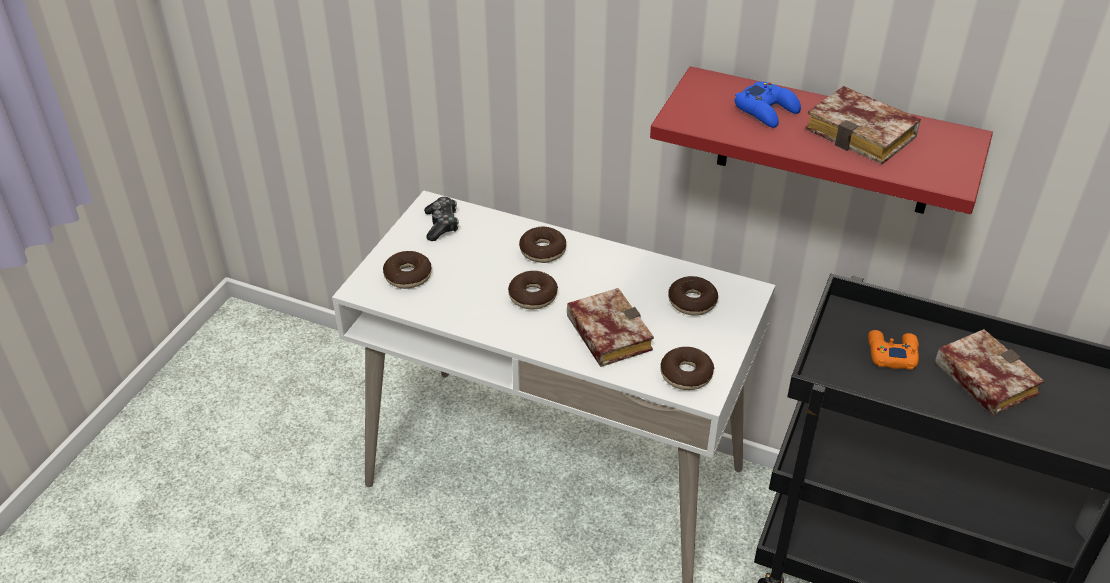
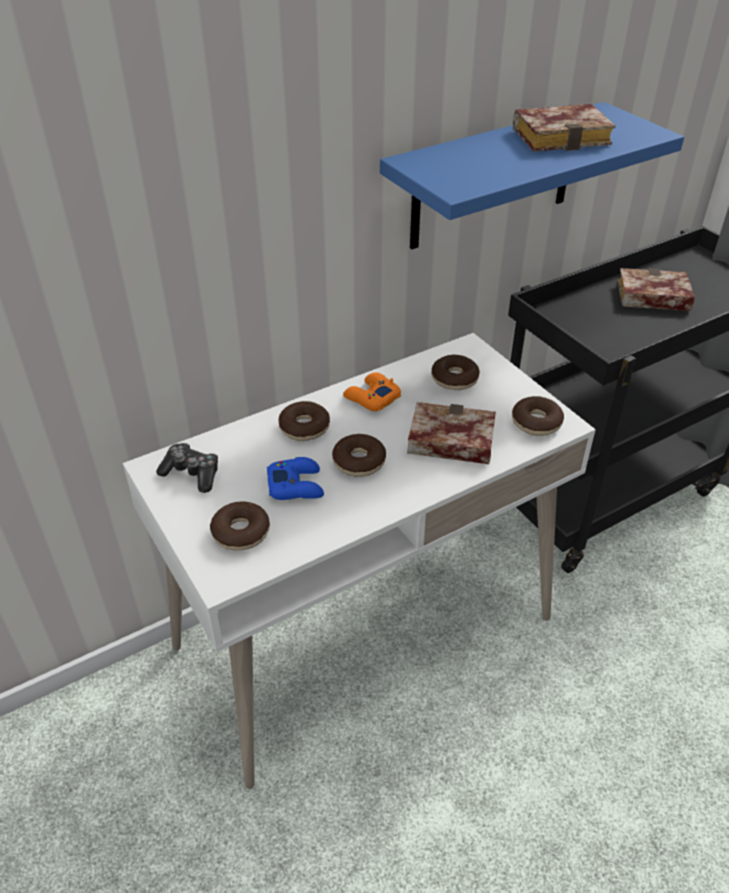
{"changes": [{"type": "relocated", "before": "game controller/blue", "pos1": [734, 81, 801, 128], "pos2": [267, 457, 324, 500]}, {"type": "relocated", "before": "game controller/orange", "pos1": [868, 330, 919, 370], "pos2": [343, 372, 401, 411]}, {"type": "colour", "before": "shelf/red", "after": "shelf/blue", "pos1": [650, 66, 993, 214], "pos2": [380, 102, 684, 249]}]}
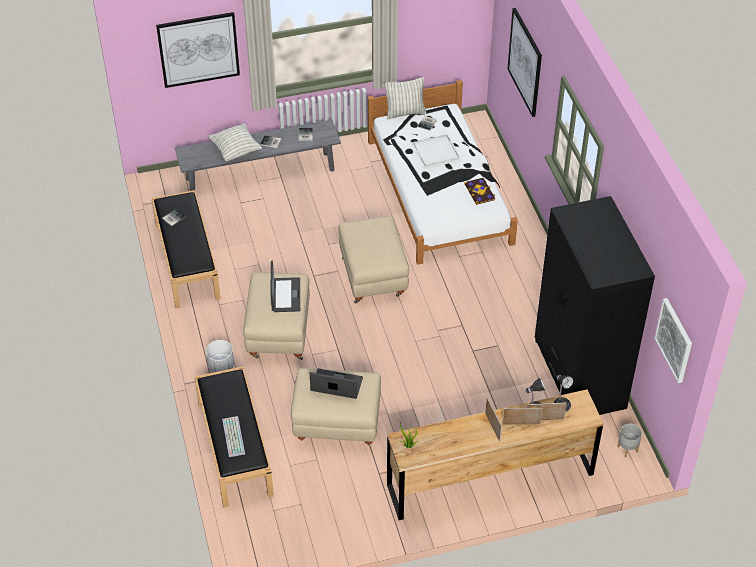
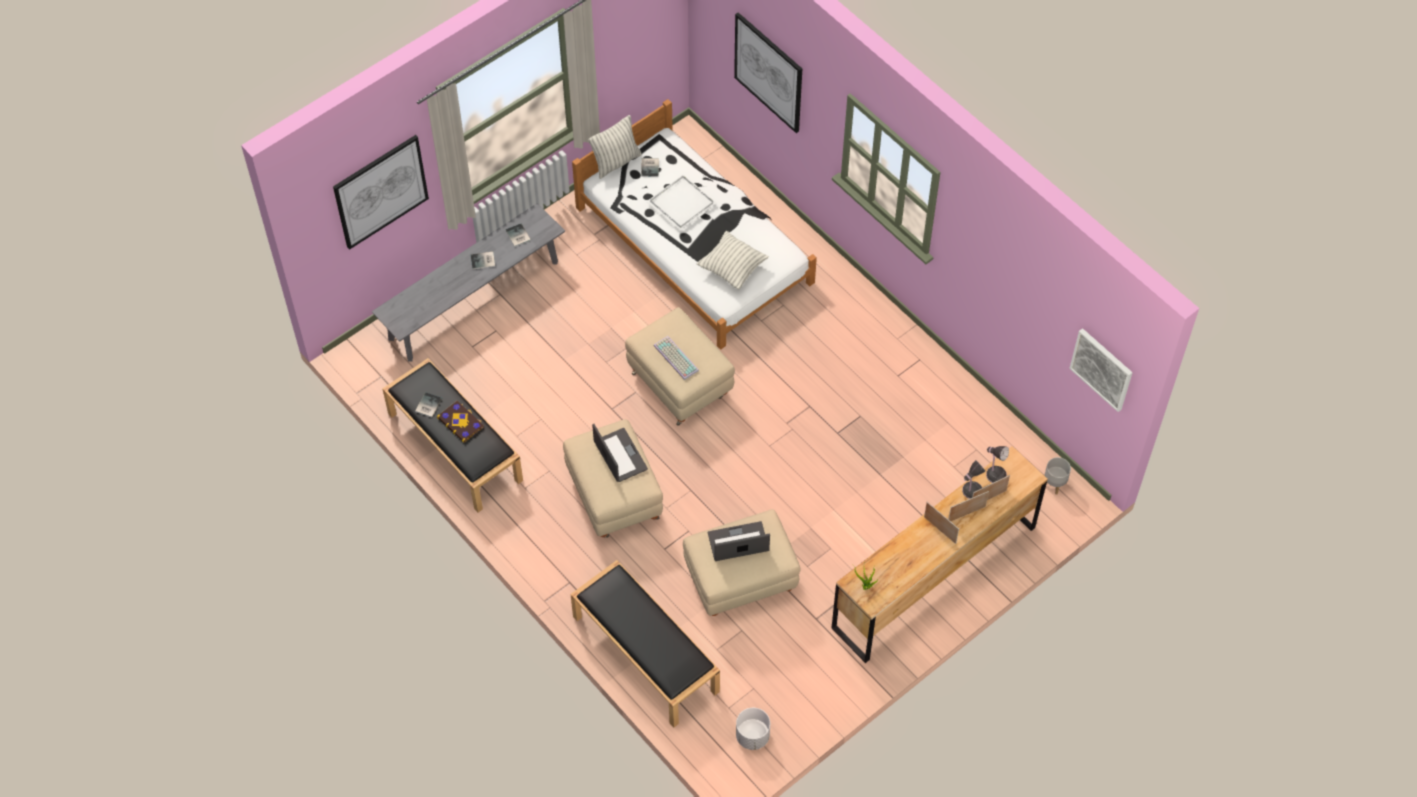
{"changes": [{"type": "relocated", "before": "book", "pos1": [464, 178, 495, 205], "pos2": [437, 401, 484, 443]}, {"type": "relocated", "before": "keyboard", "pos1": [222, 416, 245, 457], "pos2": [654, 336, 699, 380]}, {"type": "relocated", "before": "pillow", "pos1": [209, 123, 262, 161], "pos2": [697, 231, 769, 290]}, {"type": "relocated", "before": "planter/white", "pos1": [206, 340, 234, 372], "pos2": [736, 708, 770, 750]}, {"type": "missing", "before": "wardrobe/black", "pos1": [535, 196, 655, 415]}]}
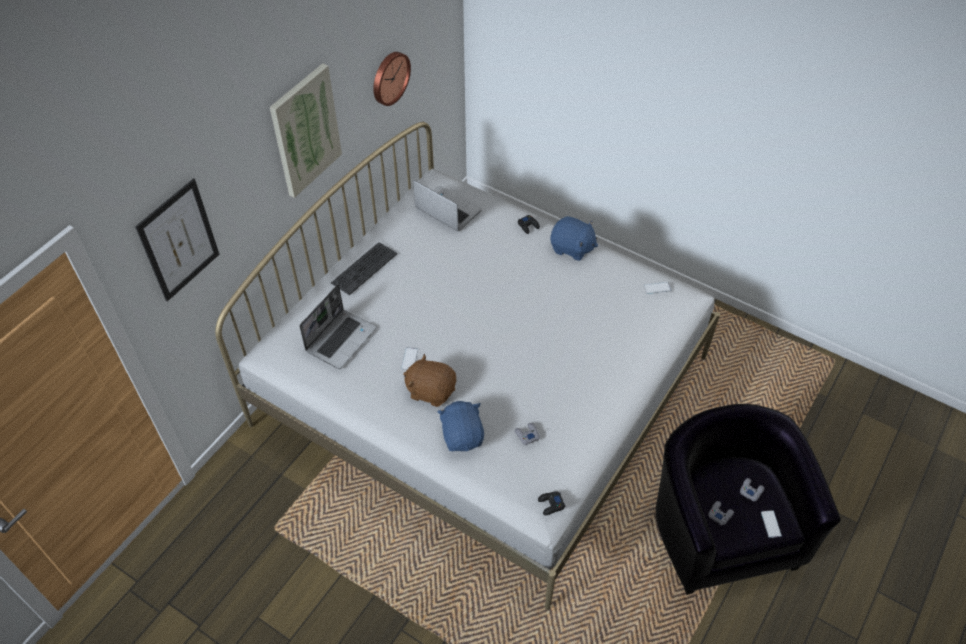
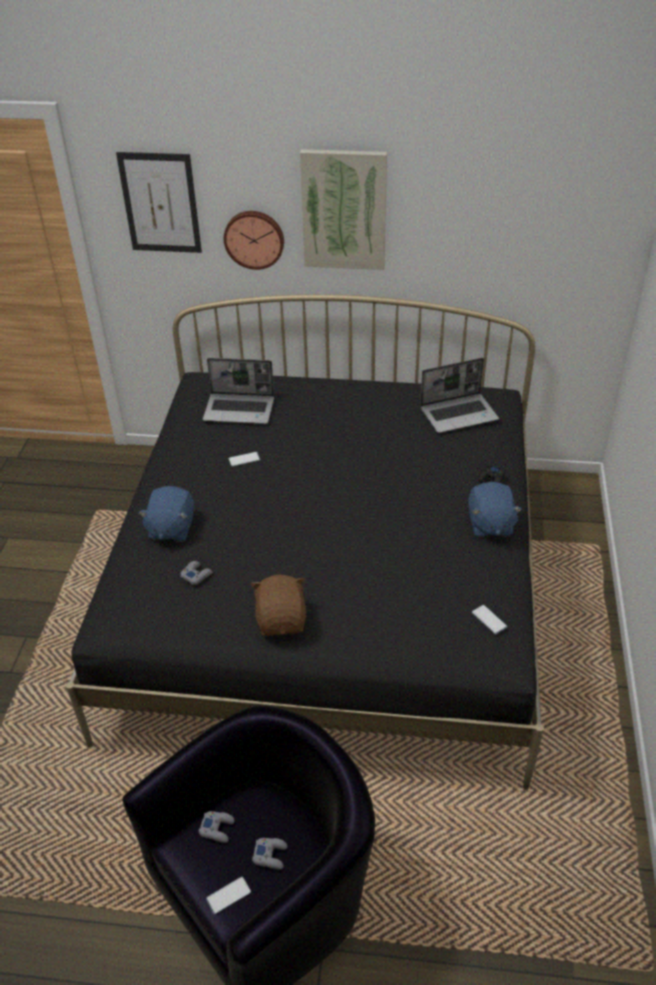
{"changes": [{"type": "colour", "before": "bed/white", "after": "bed/black", "pos1": [215, 122, 720, 610], "pos2": [66, 294, 544, 790]}, {"type": "spun", "before": "plush toy/blue", "pos1": [437, 401, 484, 451], "pos2": [138, 486, 194, 542], "turn": 135}, {"type": "relocated", "before": "wall clock", "pos1": [373, 52, 411, 106], "pos2": [224, 211, 284, 270]}, {"type": "relocated", "before": "plush toy/brown", "pos1": [403, 354, 456, 407], "pos2": [251, 575, 306, 636]}, {"type": "spun", "before": "laptop", "pos1": [413, 180, 481, 231], "pos2": [420, 358, 499, 433], "turn": 60}, {"type": "missing", "before": "keyboard", "pos1": [331, 242, 398, 295]}, {"type": "missing", "before": "game controller/black", "pos1": [538, 491, 565, 515]}]}
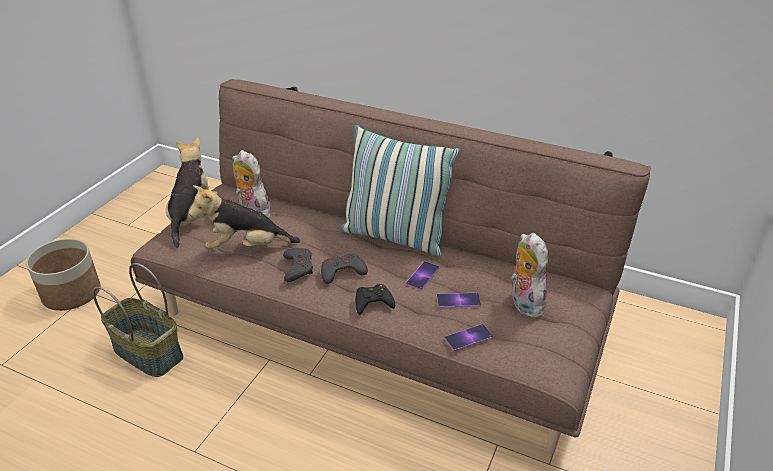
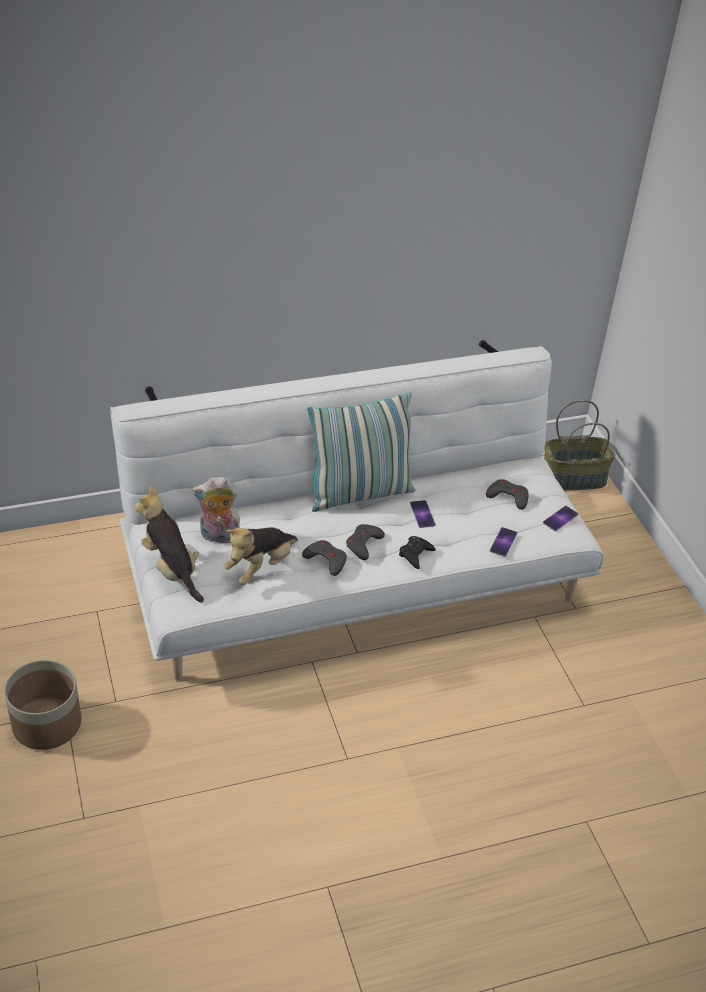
{"changes": [{"type": "colour", "before": "sofa/brown", "after": "sofa/white", "pos1": [131, 79, 651, 454], "pos2": [110, 340, 604, 681]}, {"type": "exchanged", "before": "plush toy", "after": "game controller/grey", "pos1": [511, 233, 548, 318], "pos2": [486, 479, 529, 510]}, {"type": "relocated", "before": "phone", "pos1": [437, 293, 481, 308], "pos2": [543, 506, 578, 531]}, {"type": "relocated", "before": "basket", "pos1": [93, 263, 183, 377], "pos2": [544, 400, 615, 491]}]}
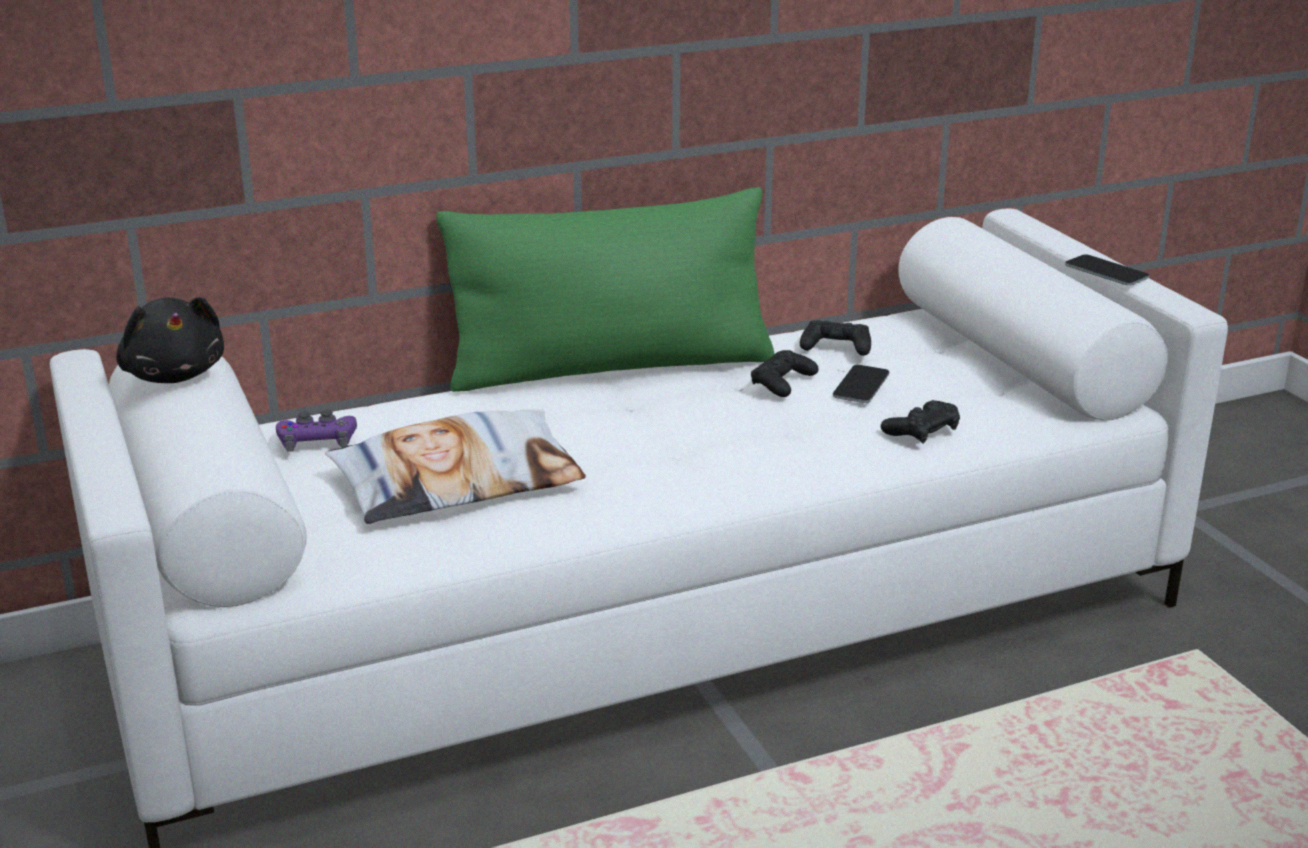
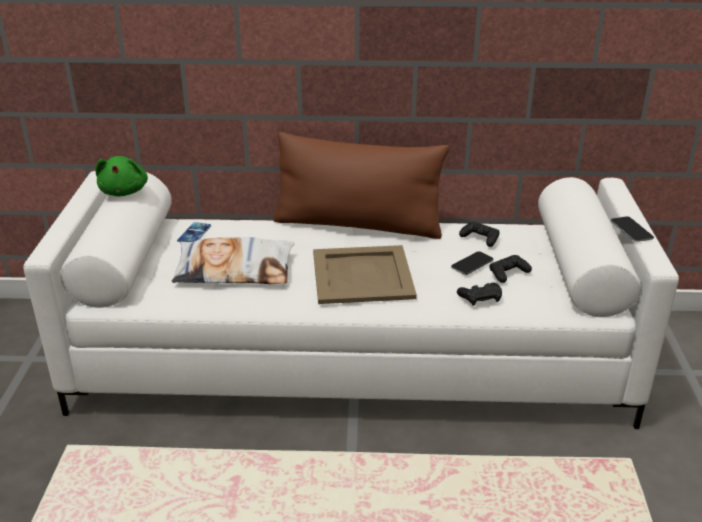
{"changes": [{"type": "colour", "before": "plush toy/black", "after": "plush toy/green", "pos1": [116, 297, 224, 383], "pos2": [96, 156, 148, 196]}, {"type": "exchanged", "before": "game controller/purple", "after": "phone", "pos1": [276, 410, 357, 452], "pos2": [177, 222, 211, 242]}, {"type": "colour", "before": "pillow/green", "after": "pillow/brown", "pos1": [436, 187, 775, 392], "pos2": [273, 132, 449, 239]}, {"type": "appeared", "after": "tray/beige", "pos2": [313, 245, 417, 304]}, {"type": "relocated", "before": "game controller/black", "pos1": [751, 350, 819, 397], "pos2": [489, 255, 532, 283]}]}
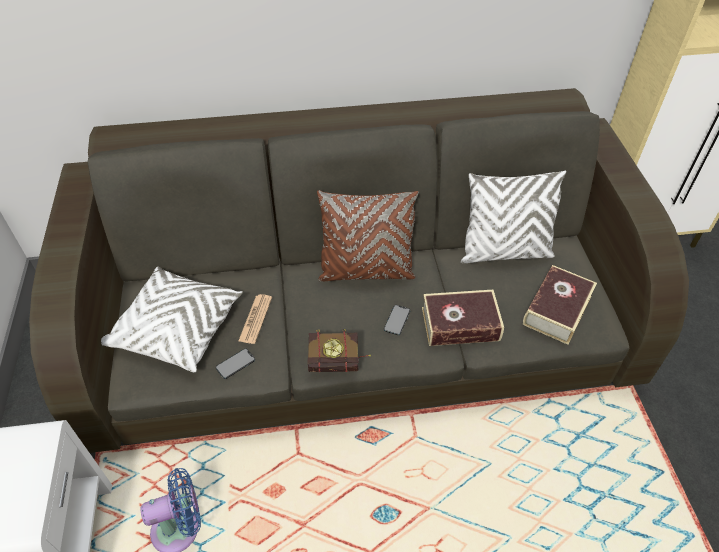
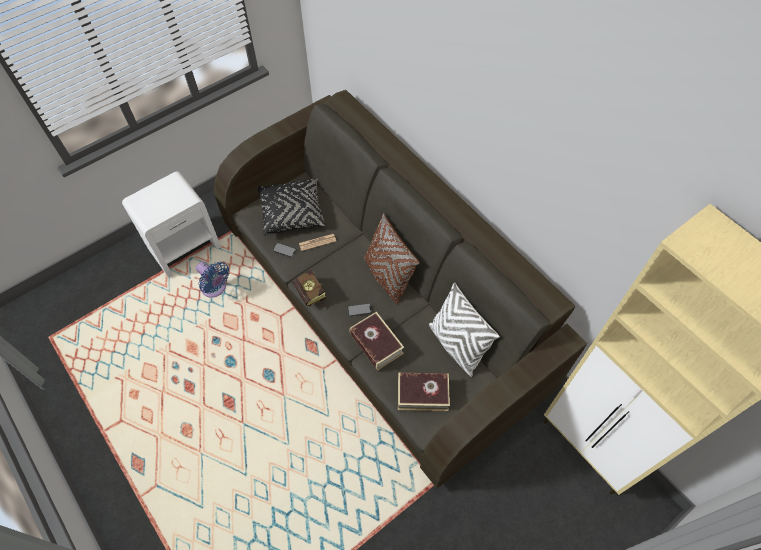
{"changes": [{"type": "colour", "before": "pillow/white", "after": "pillow/black", "pos1": [101, 267, 243, 372], "pos2": [257, 178, 325, 236]}]}
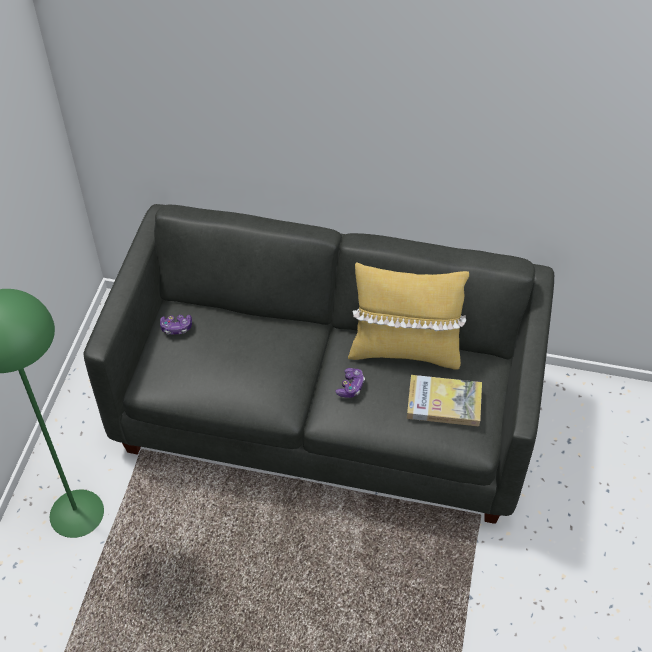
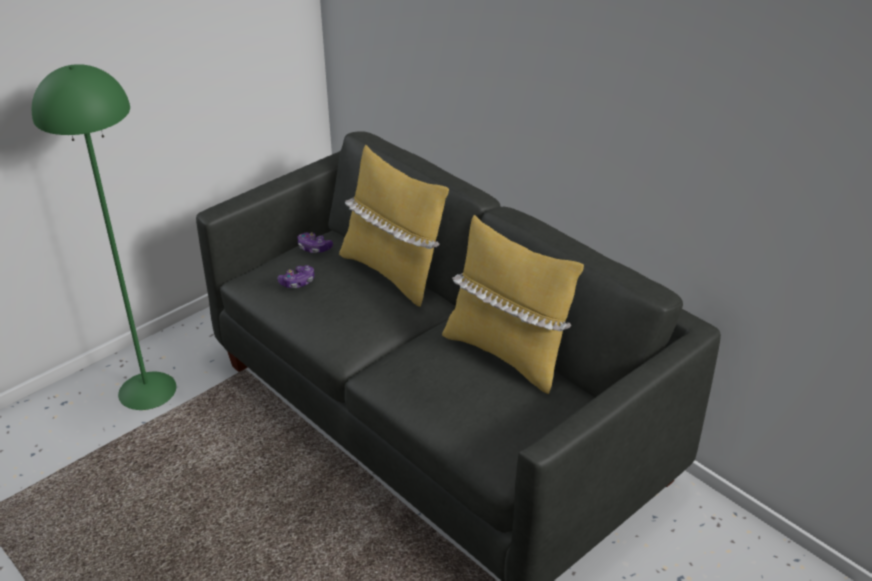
{"changes": [{"type": "relocated", "before": "game controller", "pos1": [335, 368, 365, 398], "pos2": [277, 265, 314, 288]}, {"type": "appeared", "after": "pillow/yellow", "pos2": [339, 145, 449, 307]}, {"type": "missing", "before": "book", "pos1": [407, 375, 482, 426]}]}
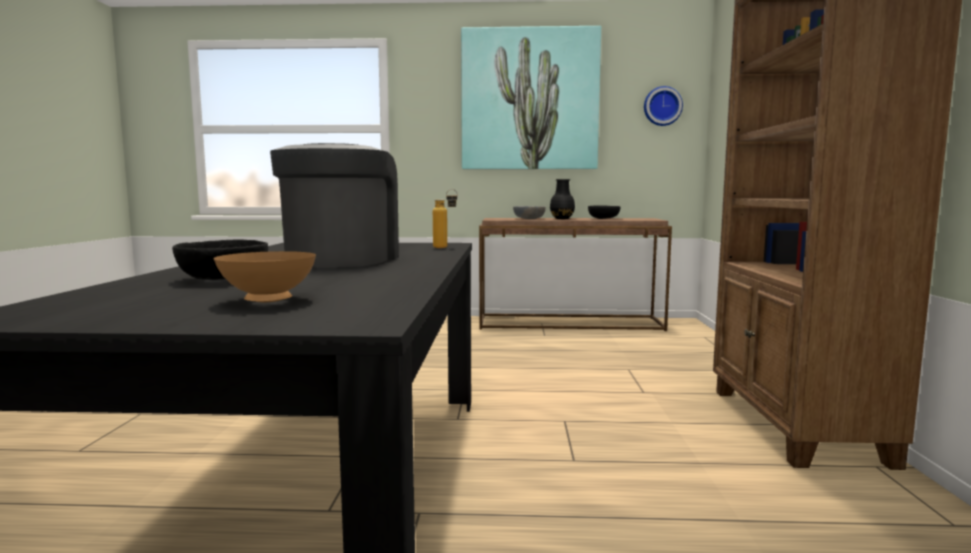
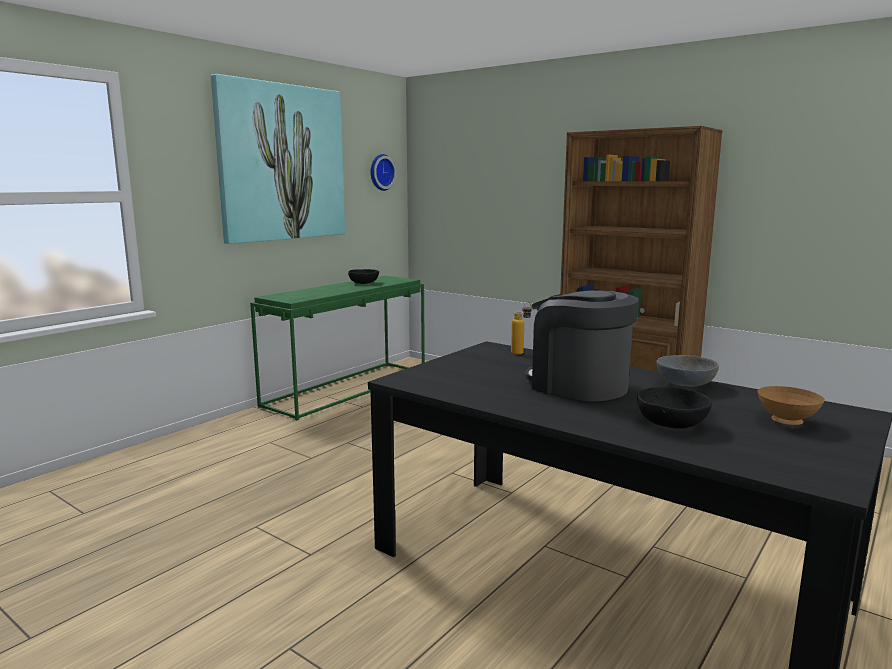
{"changes": [{"type": "colour", "before": "console table/brown", "after": "console table/green", "pos1": [479, 218, 672, 331], "pos2": [250, 276, 425, 420]}, {"type": "relocated", "before": "bowl/grey", "pos1": [513, 206, 546, 219], "pos2": [657, 355, 719, 387]}, {"type": "missing", "before": "vase/black", "pos1": [550, 179, 575, 219]}]}
